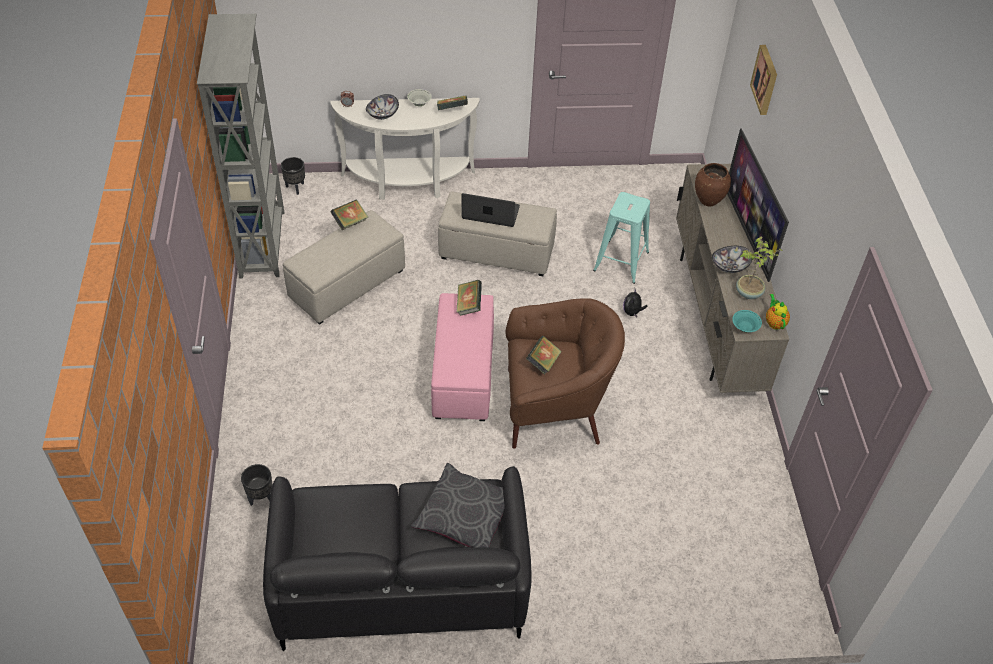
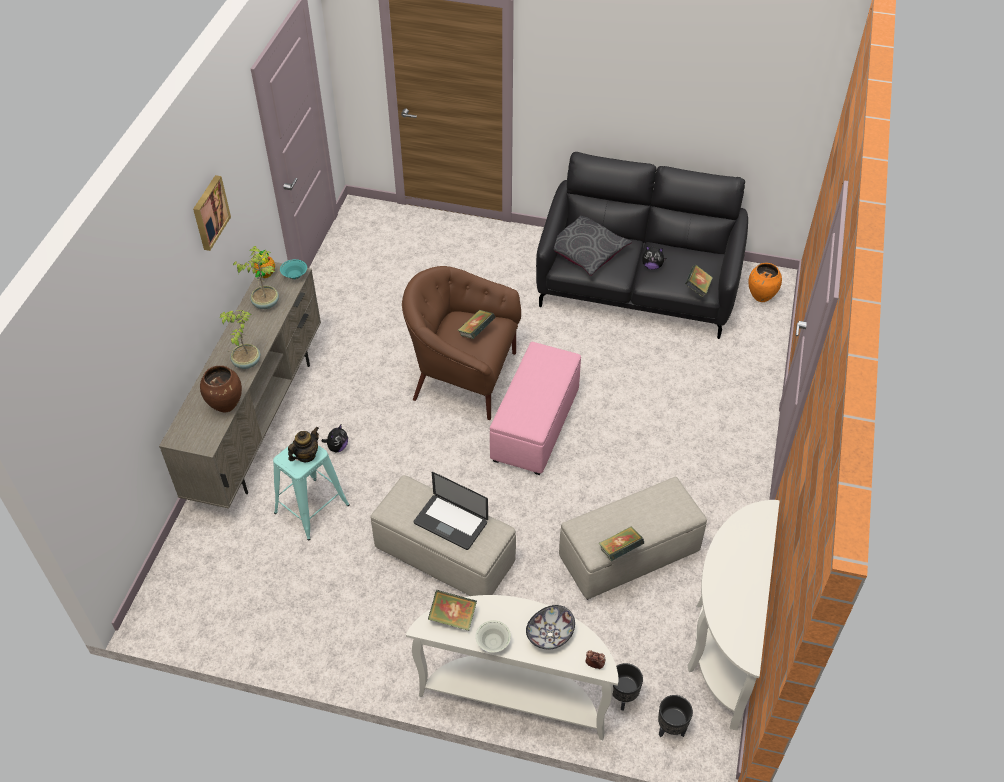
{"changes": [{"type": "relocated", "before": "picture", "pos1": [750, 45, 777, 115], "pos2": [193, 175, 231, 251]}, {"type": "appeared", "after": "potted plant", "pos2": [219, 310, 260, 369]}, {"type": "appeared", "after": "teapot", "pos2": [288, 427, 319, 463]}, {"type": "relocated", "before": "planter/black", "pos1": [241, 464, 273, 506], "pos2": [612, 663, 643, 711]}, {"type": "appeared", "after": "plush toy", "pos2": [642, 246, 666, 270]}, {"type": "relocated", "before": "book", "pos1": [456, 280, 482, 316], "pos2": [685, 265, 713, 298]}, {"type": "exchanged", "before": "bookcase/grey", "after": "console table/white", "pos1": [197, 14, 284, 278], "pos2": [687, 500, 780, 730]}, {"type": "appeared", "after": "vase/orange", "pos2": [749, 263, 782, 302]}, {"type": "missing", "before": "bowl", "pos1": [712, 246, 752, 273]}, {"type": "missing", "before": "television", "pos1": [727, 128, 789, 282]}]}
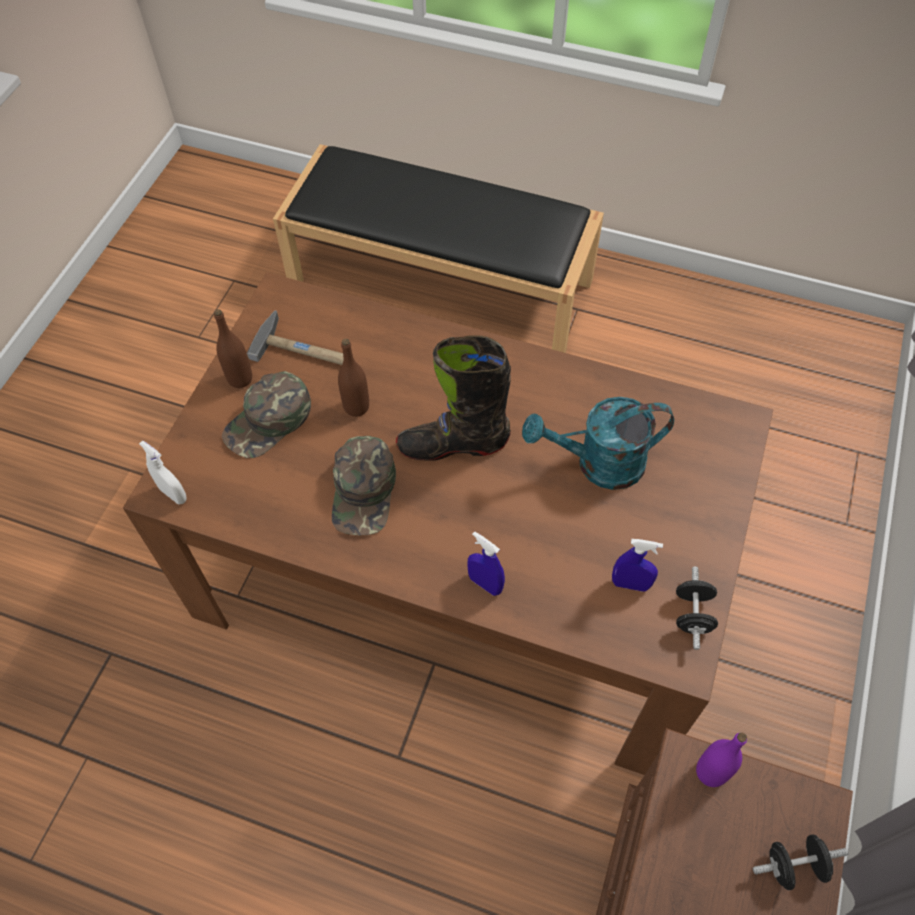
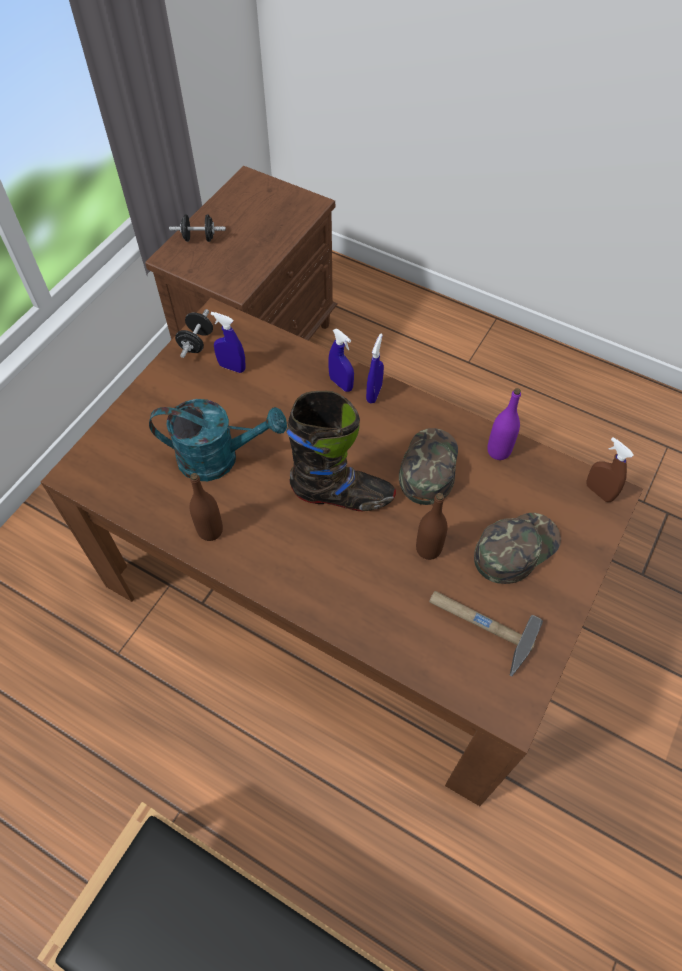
{"changes": [{"type": "relocated", "before": "bottle/brown", "pos1": [214, 309, 252, 388], "pos2": [189, 473, 223, 541]}, {"type": "appeared", "after": "spray bottle/blue", "pos2": [366, 333, 384, 403]}, {"type": "relocated", "before": "bottle/purple", "pos1": [696, 733, 747, 787], "pos2": [487, 388, 521, 460]}, {"type": "colour", "before": "spray bottle/white", "after": "spray bottle/brown", "pos1": [139, 440, 186, 505], "pos2": [587, 437, 634, 502]}]}
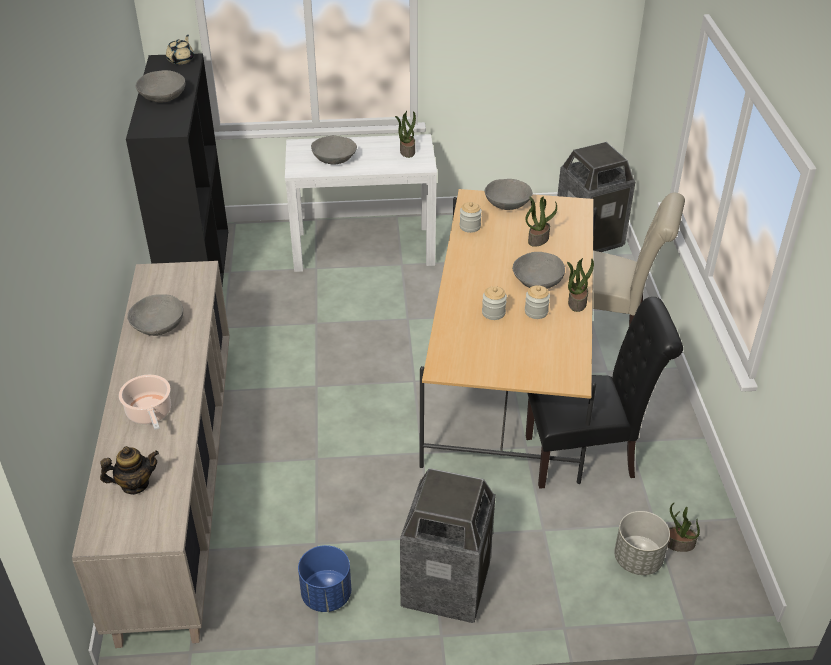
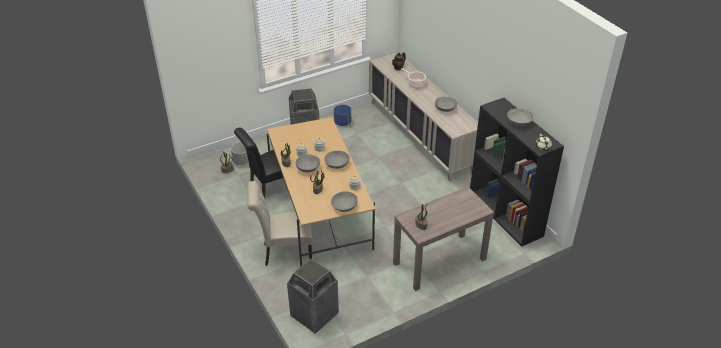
{"changes": [{"type": "relocated", "before": "bowl/grey", "pos1": [311, 135, 357, 165], "pos2": [324, 151, 350, 169]}, {"type": "colour", "before": "console table/white", "after": "console table/brown", "pos1": [285, 134, 437, 272], "pos2": [393, 187, 494, 291]}]}
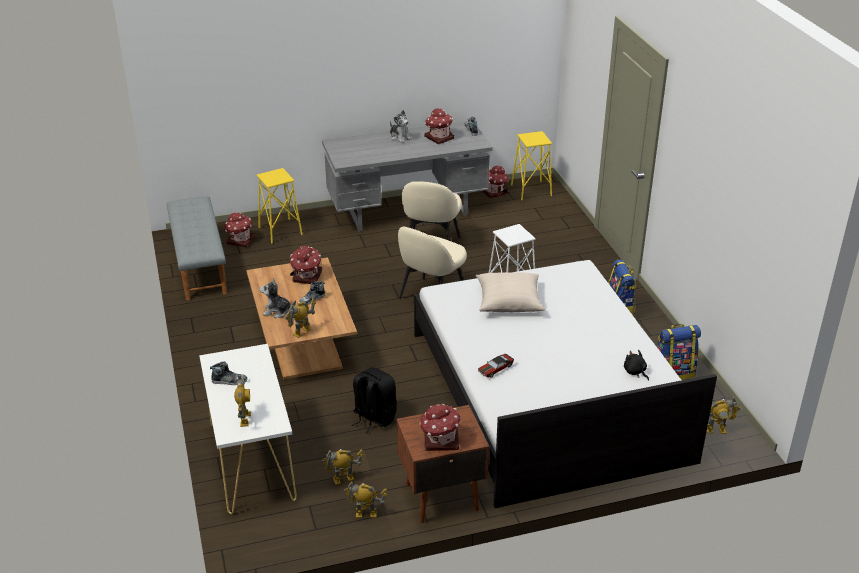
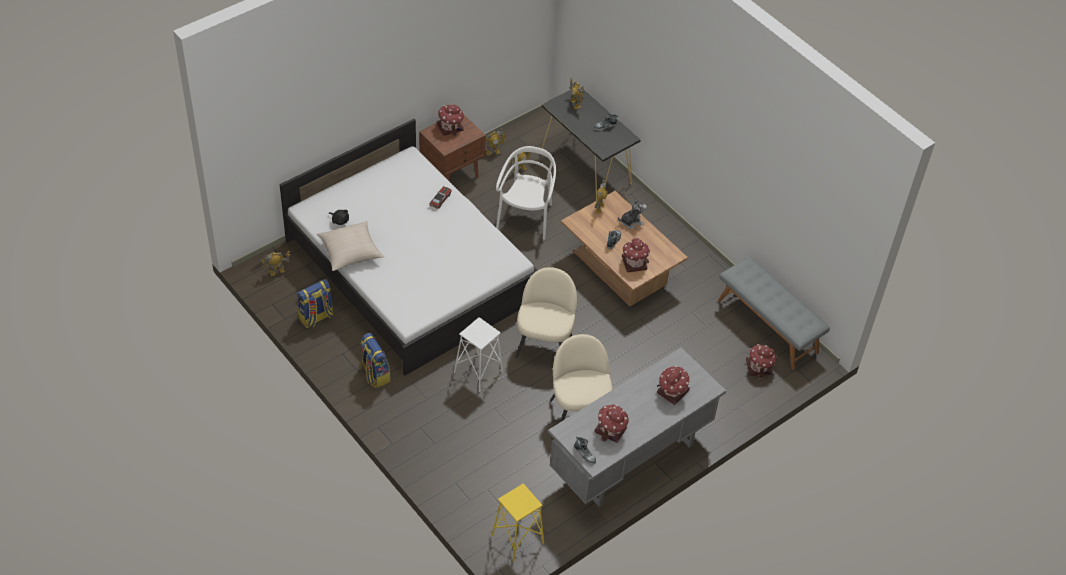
{"changes": [{"type": "relocated", "before": "pillow/beige", "pos1": [476, 272, 545, 312], "pos2": [316, 221, 384, 271]}, {"type": "exchanged", "before": "backpack/black", "after": "chair/white", "pos1": [352, 367, 397, 433], "pos2": [496, 146, 556, 240]}, {"type": "colour", "before": "console table/white", "after": "console table/black", "pos1": [199, 344, 297, 514], "pos2": [542, 90, 641, 200]}, {"type": "relocated", "before": "toy house", "pos1": [482, 166, 509, 198], "pos2": [657, 366, 690, 405]}, {"type": "missing", "before": "stool/yellow", "pos1": [257, 168, 303, 243]}, {"type": "missing", "before": "plush toy", "pos1": [390, 110, 412, 143]}]}
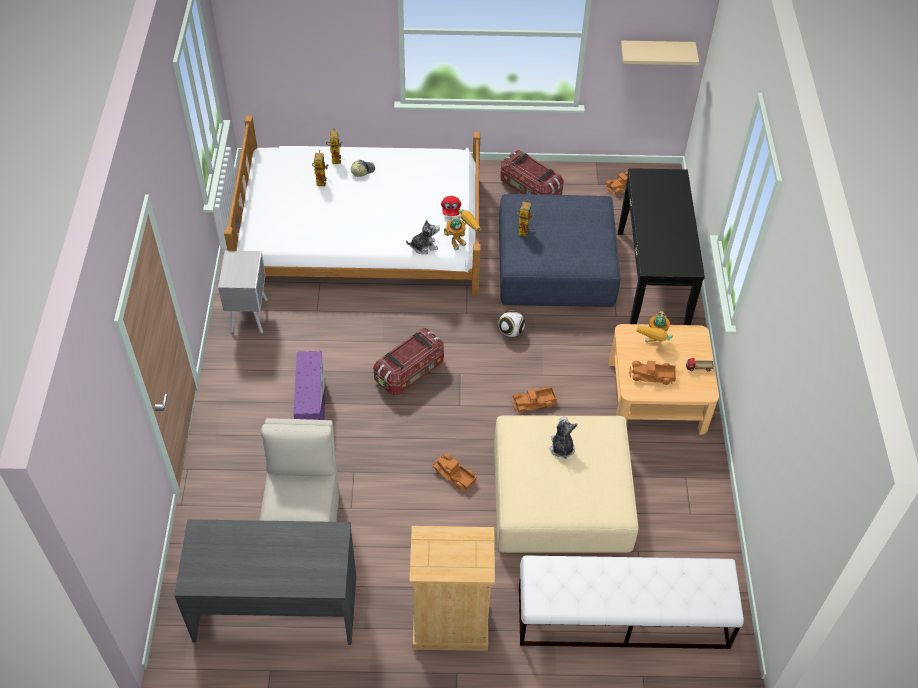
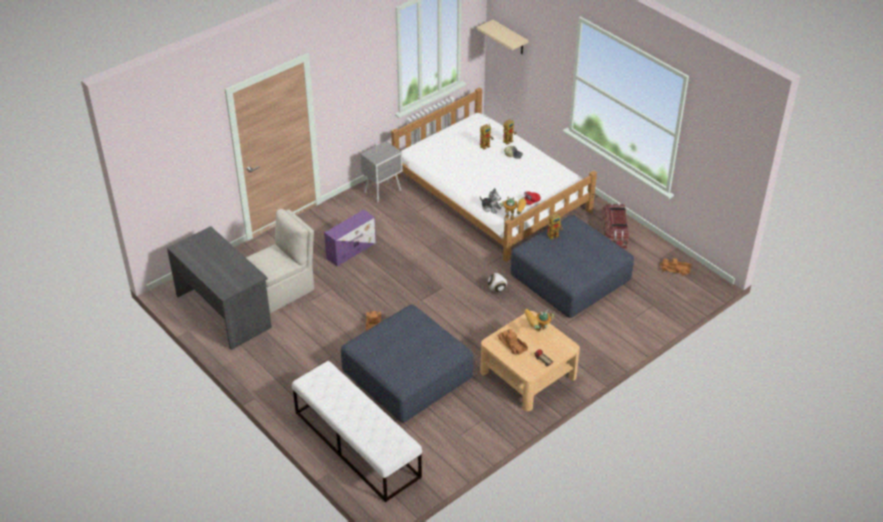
{"changes": [{"type": "colour", "before": "ottoman/beige", "after": "ottoman/blue", "pos1": [494, 415, 638, 553], "pos2": [341, 304, 473, 423]}, {"type": "relocated", "before": "shelf/beige", "pos1": [621, 41, 699, 65], "pos2": [477, 20, 529, 54]}, {"type": "missing", "before": "storage box", "pos1": [373, 328, 444, 395]}, {"type": "missing", "before": "dresser/beige", "pos1": [410, 526, 495, 651]}, {"type": "missing", "before": "toy truck", "pos1": [512, 387, 557, 413]}, {"type": "missing", "before": "plush toy", "pos1": [549, 416, 577, 459]}, {"type": "missing", "before": "console table/black", "pos1": [618, 168, 705, 325]}]}
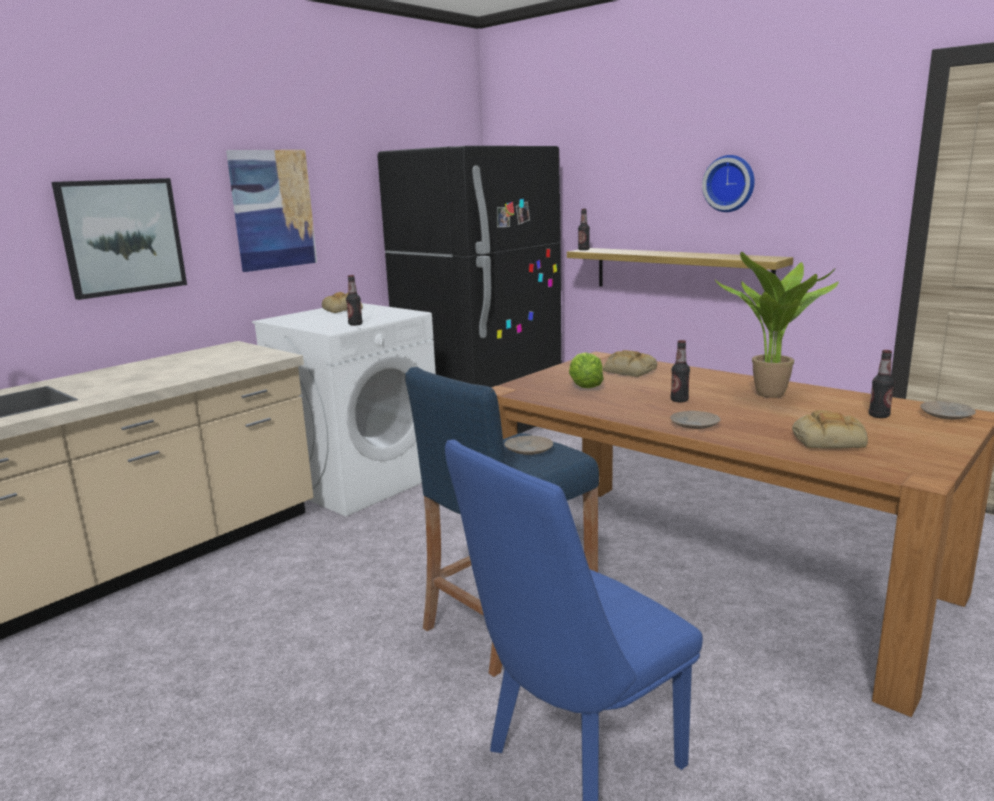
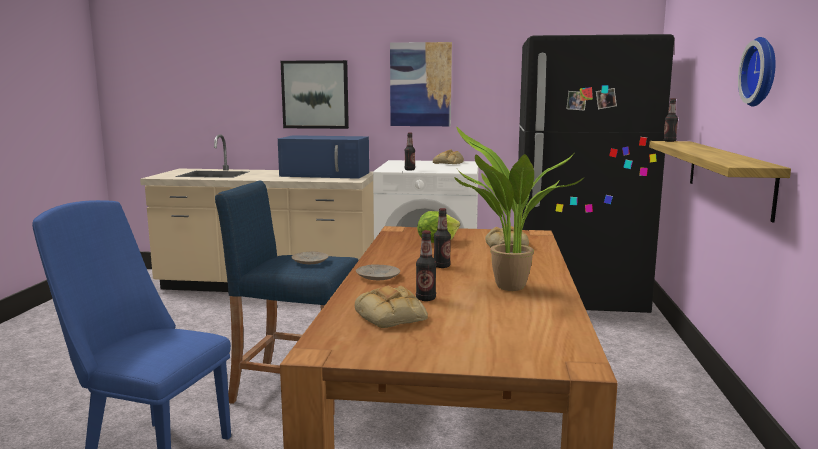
{"changes": [{"type": "appeared", "after": "microwave/blue", "pos2": [278, 135, 369, 179]}, {"type": "relocated", "before": "bottle", "pos1": [869, 350, 894, 418], "pos2": [416, 230, 436, 301]}, {"type": "missing", "before": "plate/beige", "pos1": [920, 401, 976, 420]}]}
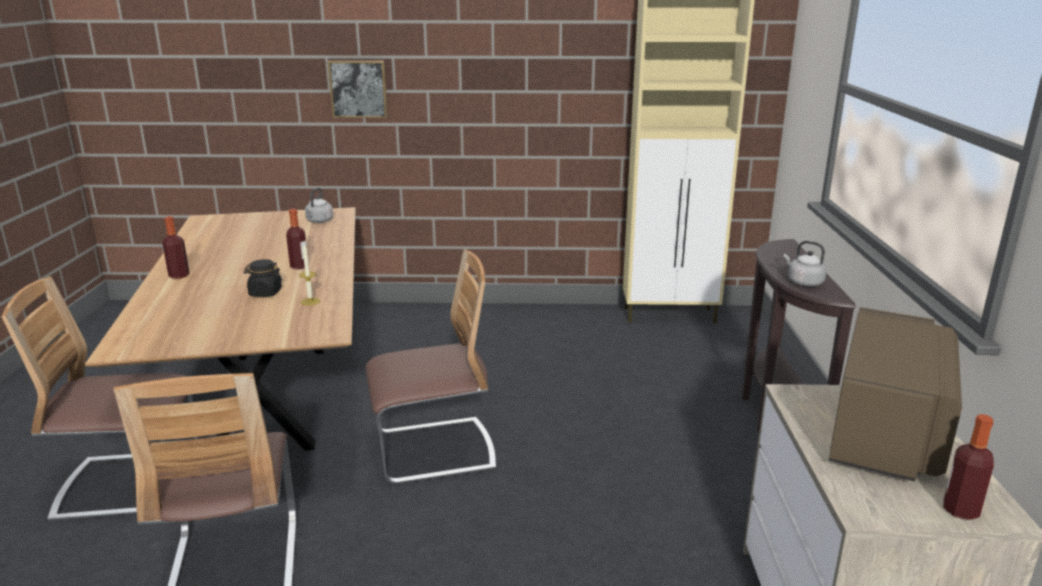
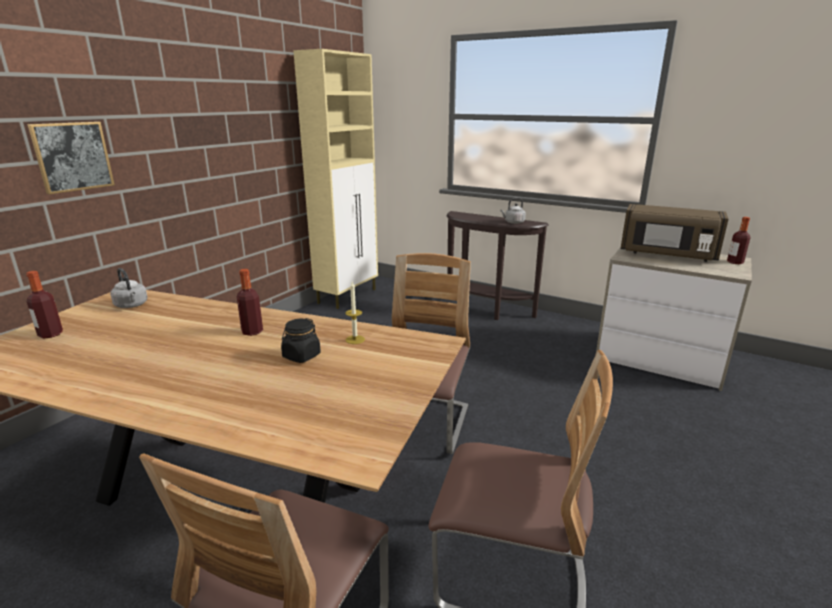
{"changes": [{"type": "relocated", "before": "bottle", "pos1": [162, 216, 190, 279], "pos2": [26, 271, 63, 338]}, {"type": "spun", "before": "microwave/brown", "pos1": [829, 307, 962, 481], "pos2": [621, 204, 729, 262], "turn": 150}]}
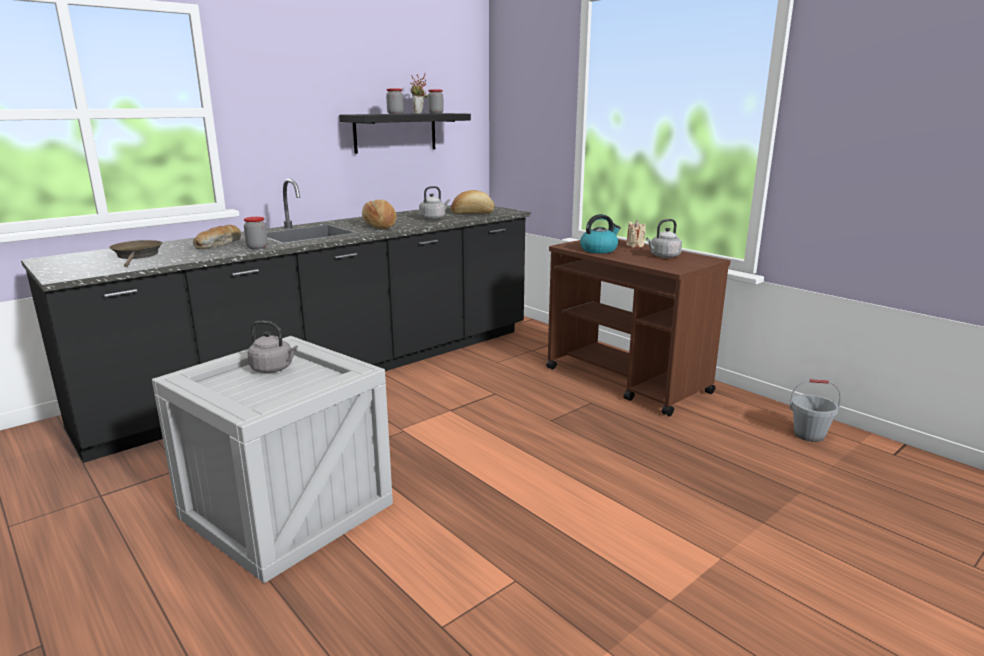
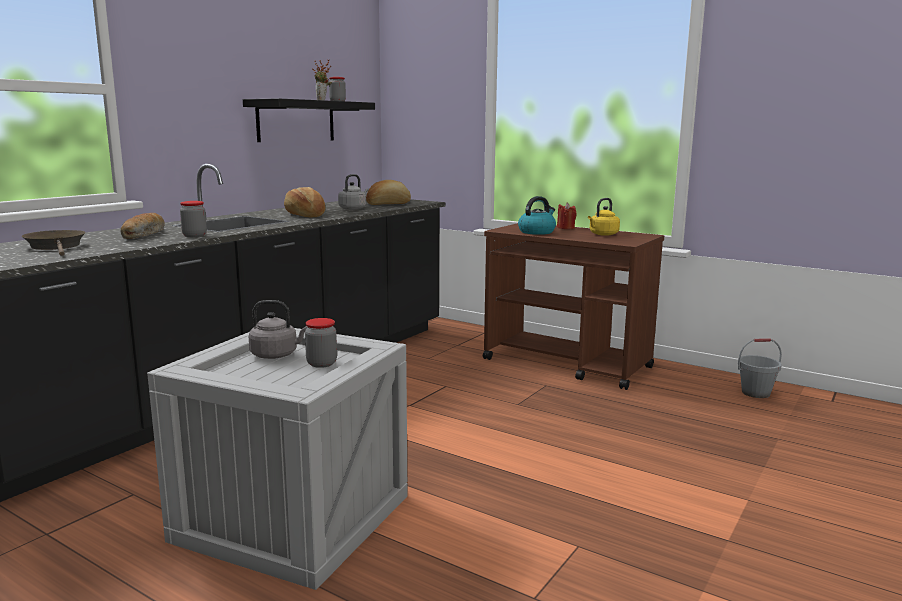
{"changes": [{"type": "relocated", "before": "jar", "pos1": [386, 88, 404, 114], "pos2": [305, 318, 337, 368]}, {"type": "colour", "before": "candle/beige", "after": "candle/red", "pos1": [626, 220, 645, 248], "pos2": [557, 203, 577, 229]}, {"type": "colour", "before": "kettle/grey", "after": "kettle/yellow", "pos1": [646, 219, 682, 258], "pos2": [588, 198, 620, 236]}]}
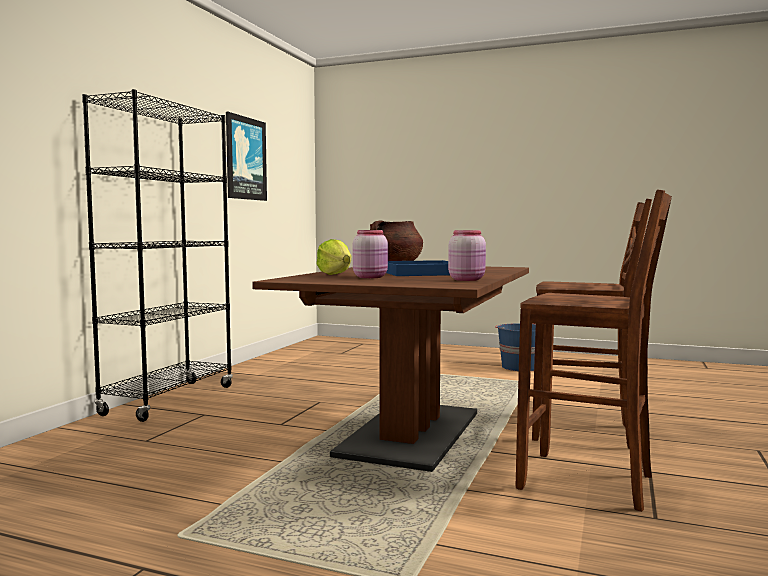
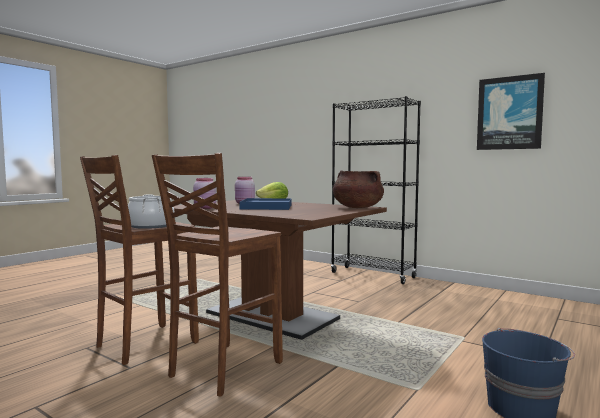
{"changes": [{"type": "appeared", "after": "cooking pot", "pos2": [128, 194, 174, 229]}]}
